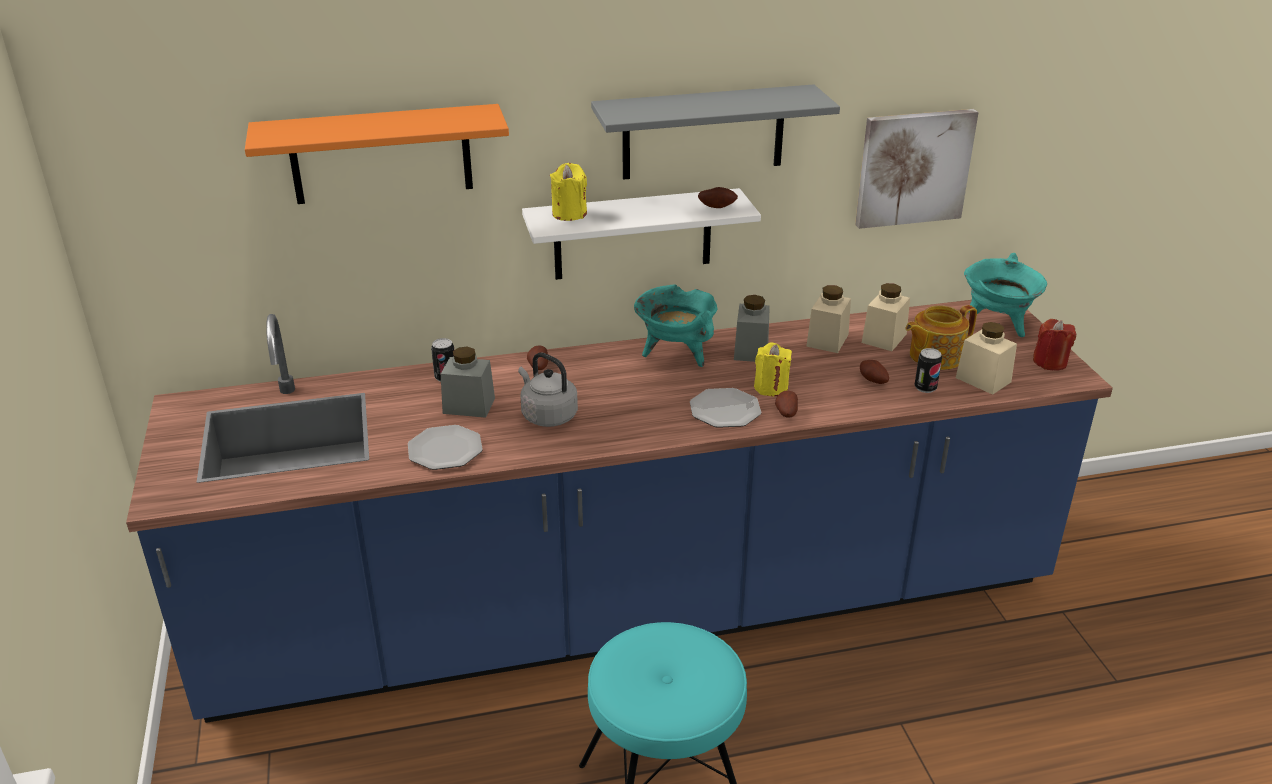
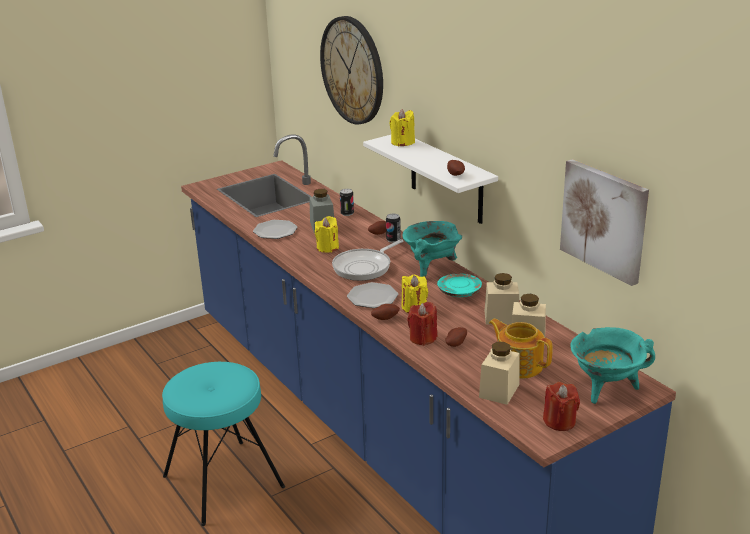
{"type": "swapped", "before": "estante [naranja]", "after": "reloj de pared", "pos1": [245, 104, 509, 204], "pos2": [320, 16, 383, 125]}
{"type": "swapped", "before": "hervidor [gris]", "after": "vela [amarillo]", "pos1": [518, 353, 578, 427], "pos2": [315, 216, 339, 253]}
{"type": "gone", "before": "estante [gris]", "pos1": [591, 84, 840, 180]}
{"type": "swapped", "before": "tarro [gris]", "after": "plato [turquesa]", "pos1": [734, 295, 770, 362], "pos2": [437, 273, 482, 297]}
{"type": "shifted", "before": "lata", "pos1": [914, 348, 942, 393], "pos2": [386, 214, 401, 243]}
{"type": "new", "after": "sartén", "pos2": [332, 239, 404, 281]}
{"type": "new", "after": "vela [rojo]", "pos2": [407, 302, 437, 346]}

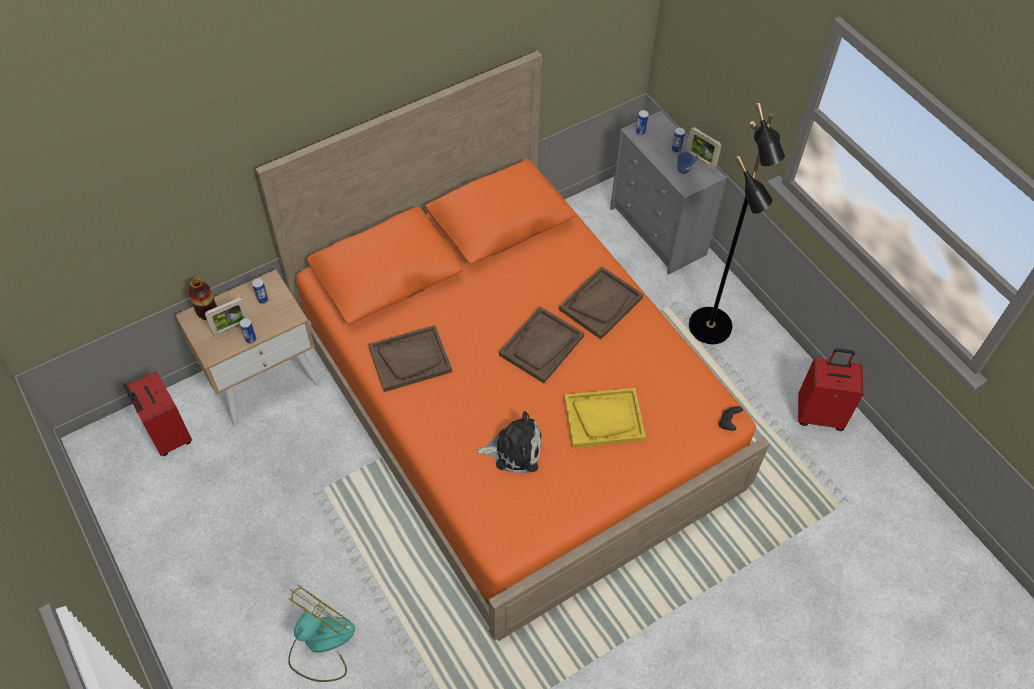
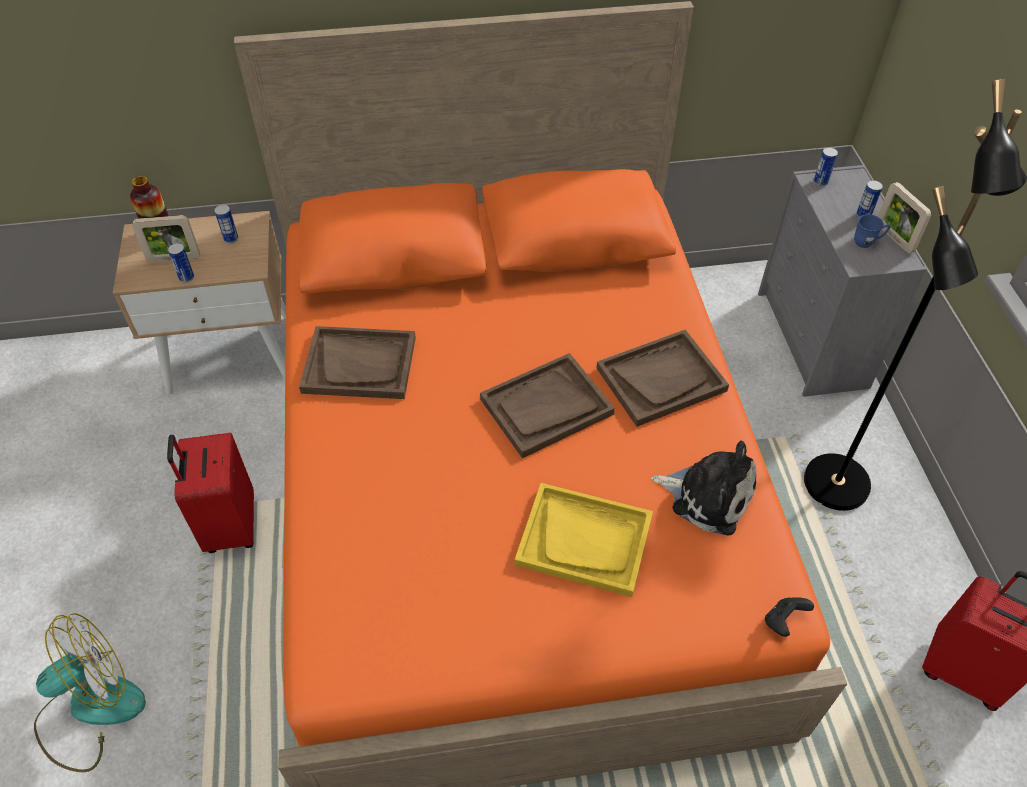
{"type": "shifted", "before": "maleta [rojo]", "pos1": [123, 371, 192, 456], "pos2": [167, 433, 254, 553]}
{"type": "shifted", "before": "peluche", "pos1": [476, 411, 542, 474], "pos2": [651, 440, 756, 536]}

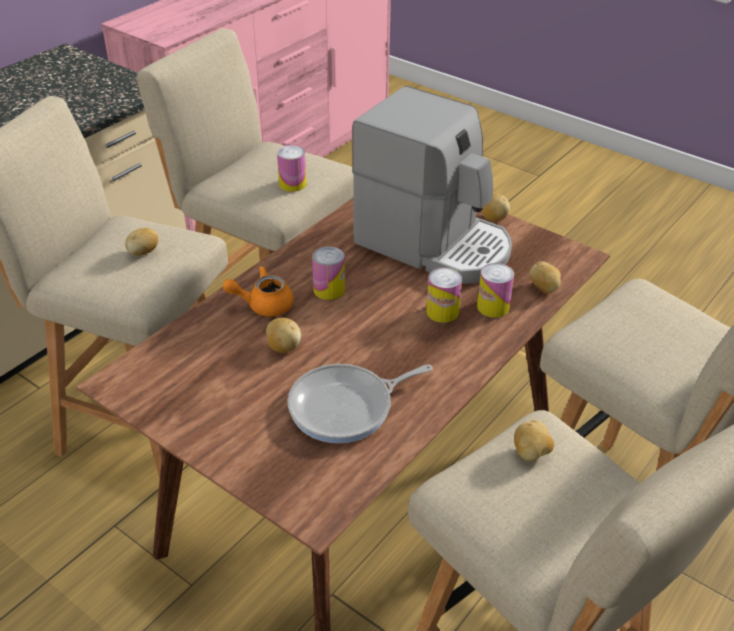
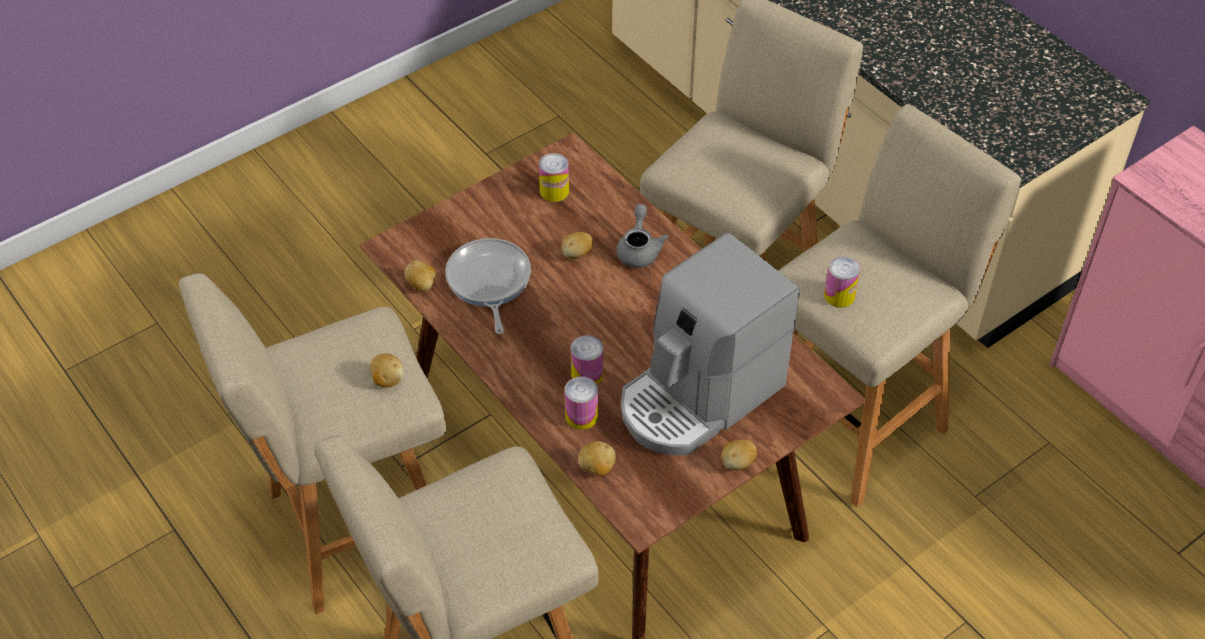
{"type": "shifted", "before": "patata", "pos1": [125, 228, 158, 256], "pos2": [405, 260, 436, 292]}
{"type": "repainted", "before": "tetera [naranja]", "after": "tetera [gris]", "pos1": [223, 266, 294, 316], "pos2": [617, 204, 669, 268]}
{"type": "shifted", "before": "lata", "pos1": [312, 246, 345, 300], "pos2": [539, 153, 569, 202]}

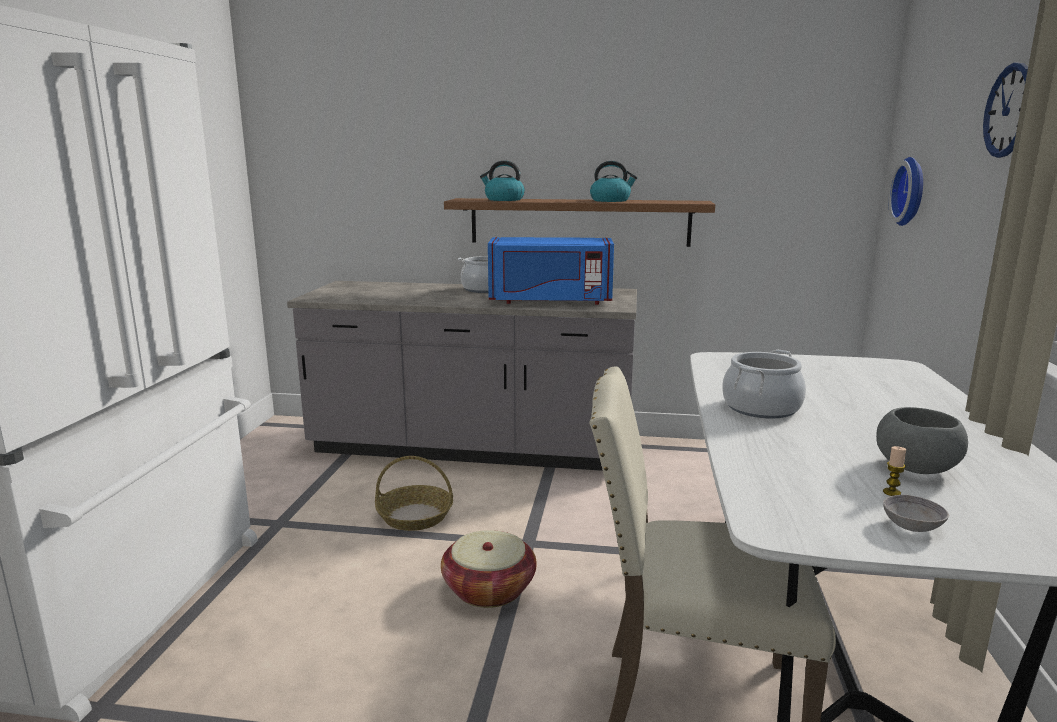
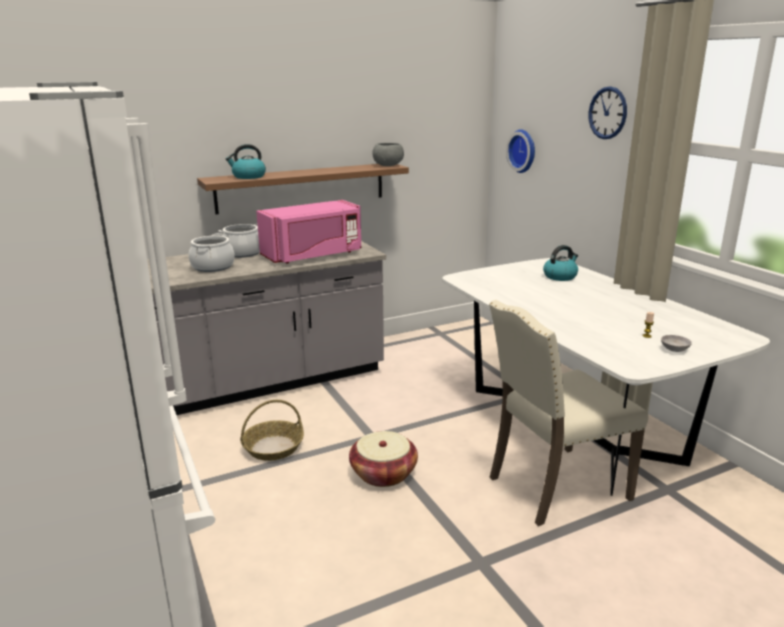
{"type": "repainted", "before": "microondas [azul]", "after": "microondas [rosa]", "pos1": [488, 237, 614, 305], "pos2": [256, 200, 362, 263]}
{"type": "shifted", "before": "hervidor", "pos1": [590, 161, 638, 202], "pos2": [543, 245, 578, 281]}
{"type": "shifted", "before": "olla", "pos1": [722, 350, 806, 419], "pos2": [189, 233, 235, 272]}
{"type": "shifted", "before": "cuenco [gris]", "pos1": [876, 407, 968, 474], "pos2": [372, 143, 404, 166]}

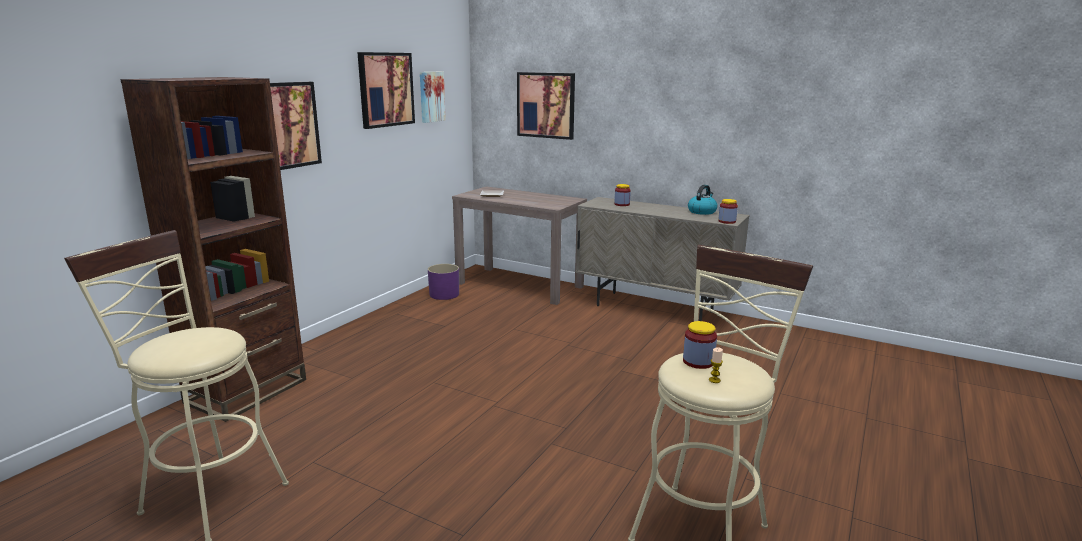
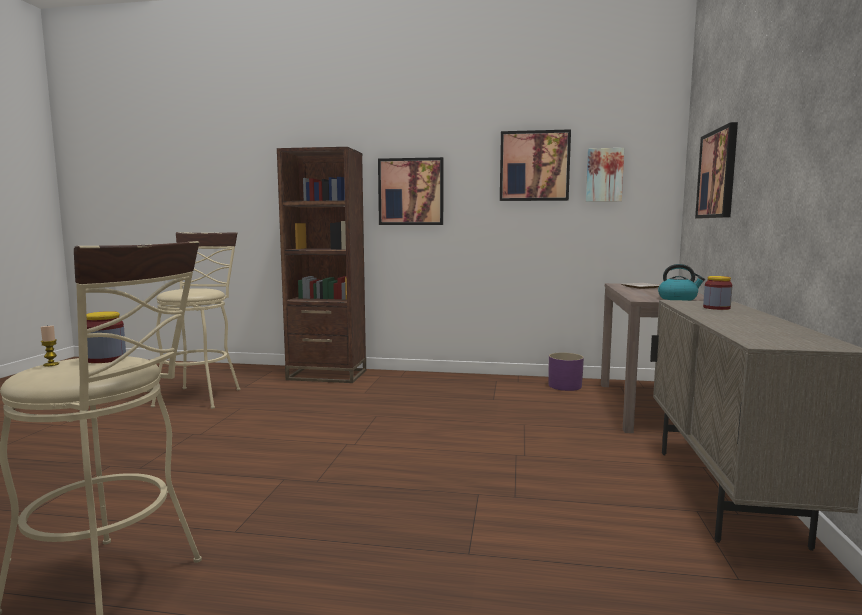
{"type": "shifted", "before": "hervidor", "pos1": [688, 185, 718, 215], "pos2": [658, 264, 705, 301]}
{"type": "gone", "before": "tarro", "pos1": [718, 199, 738, 224]}

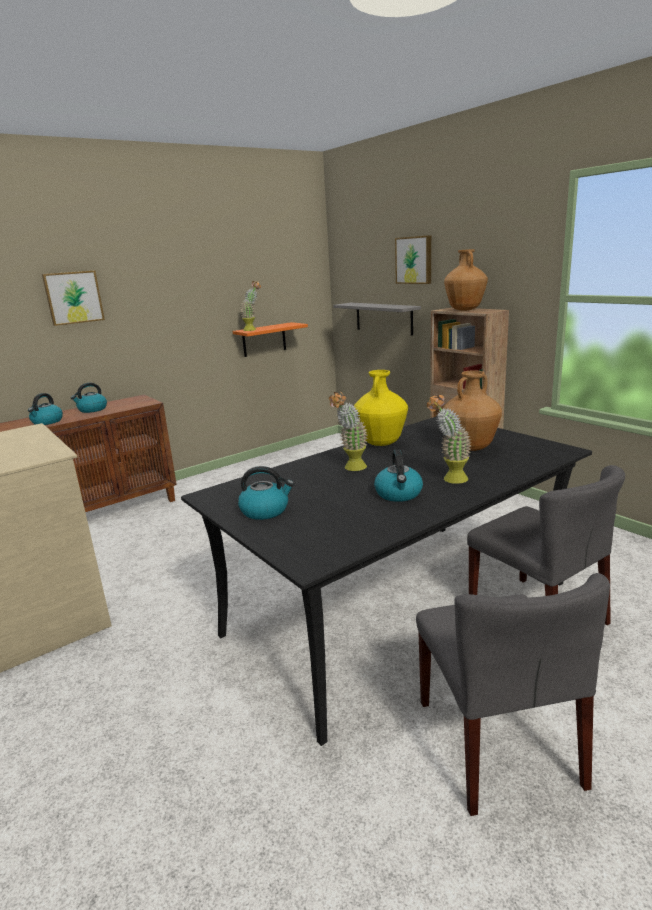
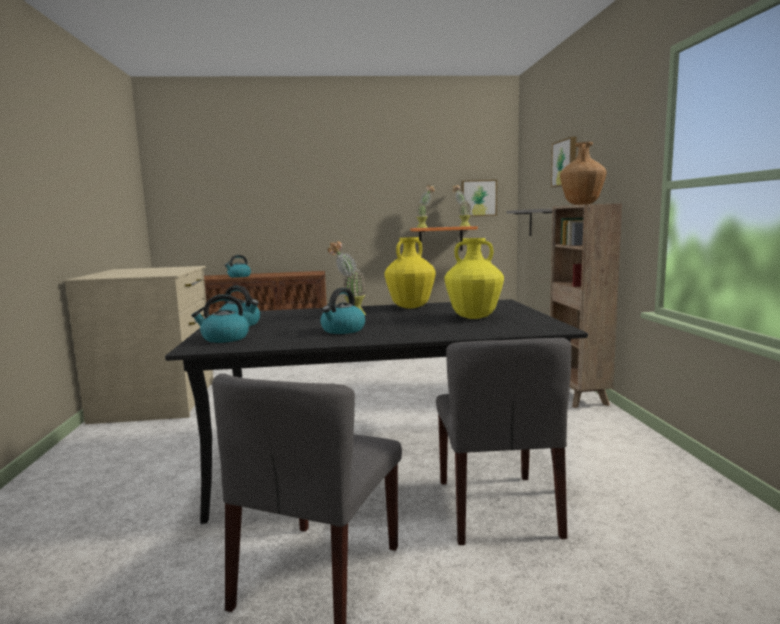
{"type": "shifted", "before": "cuadro", "pos1": [42, 271, 105, 326], "pos2": [461, 180, 497, 216]}
{"type": "shifted", "before": "hervidor", "pos1": [71, 383, 107, 413], "pos2": [191, 294, 249, 343]}
{"type": "shifted", "before": "planta en maceta", "pos1": [427, 395, 471, 484], "pos2": [452, 185, 471, 227]}
{"type": "repainted", "before": "florero [marrón]", "after": "florero [amarillo]", "pos1": [443, 370, 502, 451], "pos2": [445, 238, 504, 319]}

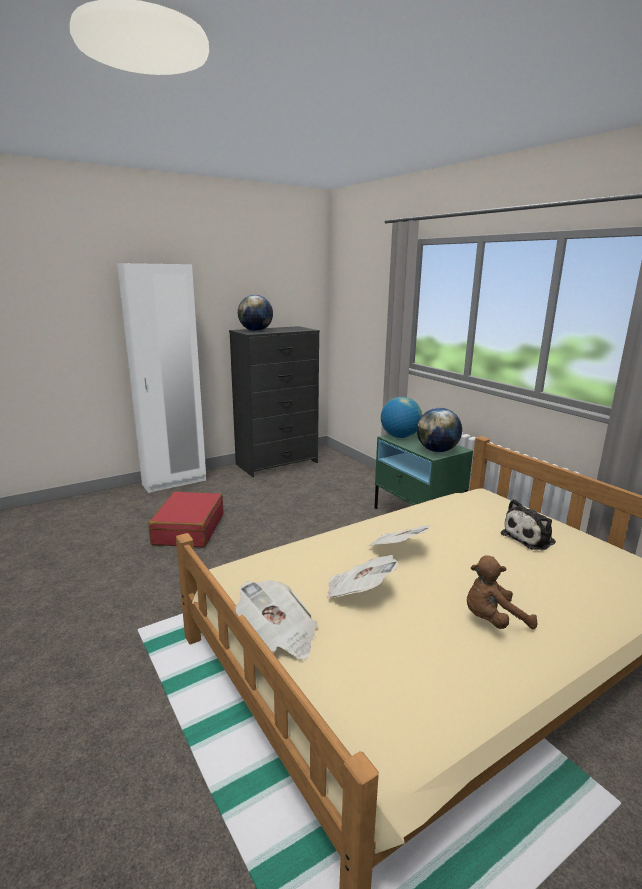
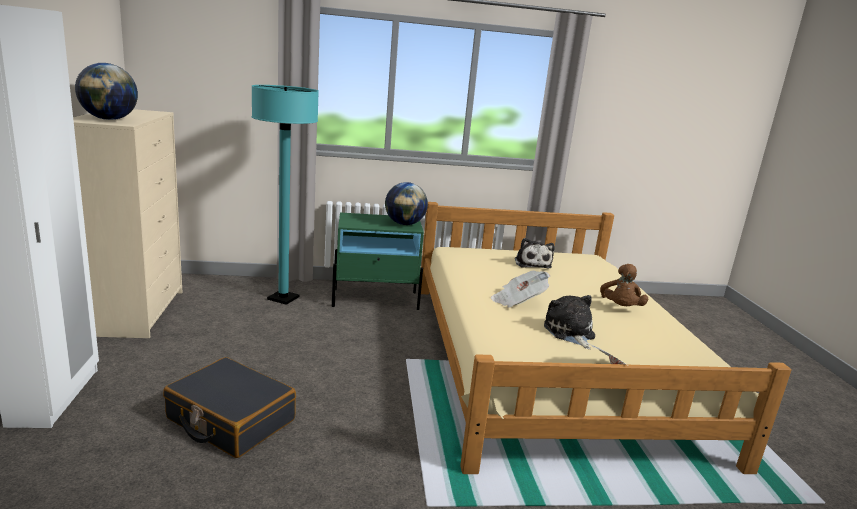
{"type": "repainted", "before": "maleta [rojo]", "after": "maleta [negro]", "pos1": [149, 492, 223, 547], "pos2": [163, 357, 296, 458]}
{"type": "repainted", "before": "cómoda [negro]", "after": "cómoda [beis]", "pos1": [229, 326, 320, 477], "pos2": [73, 109, 182, 338]}
{"type": "swapped", "before": "periódico", "after": "peluche", "pos1": [327, 555, 398, 598], "pos2": [544, 295, 595, 349]}
{"type": "gone", "before": "globo terráqueo", "pos1": [381, 397, 422, 438]}
{"type": "new", "after": "lámpara de pie [turquesa]", "pos2": [252, 85, 319, 305]}

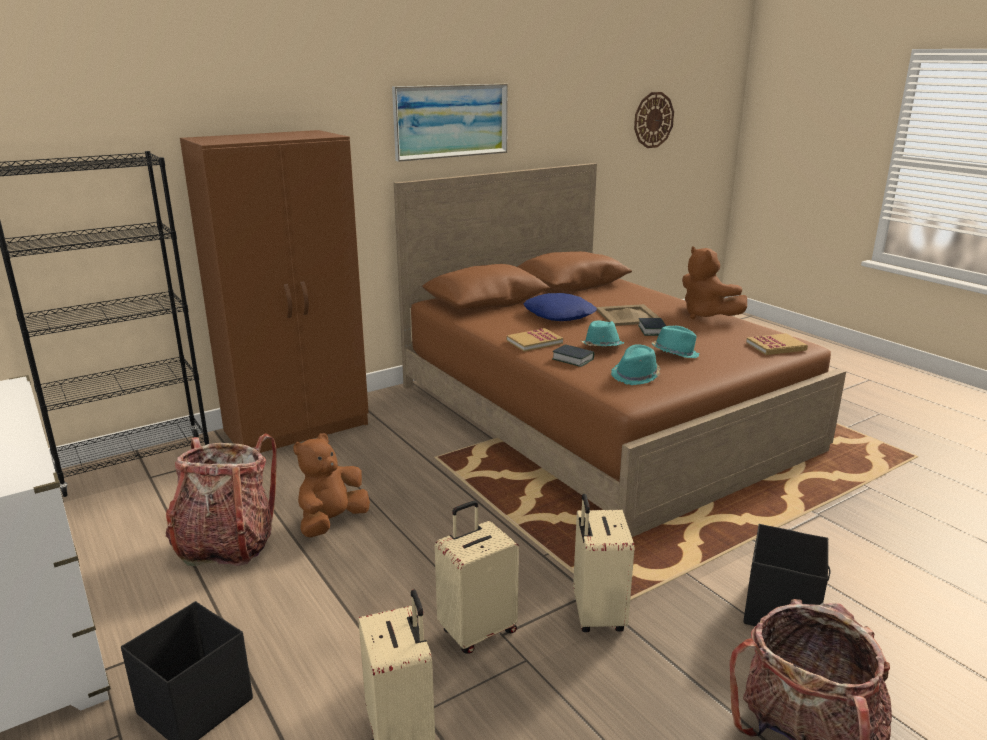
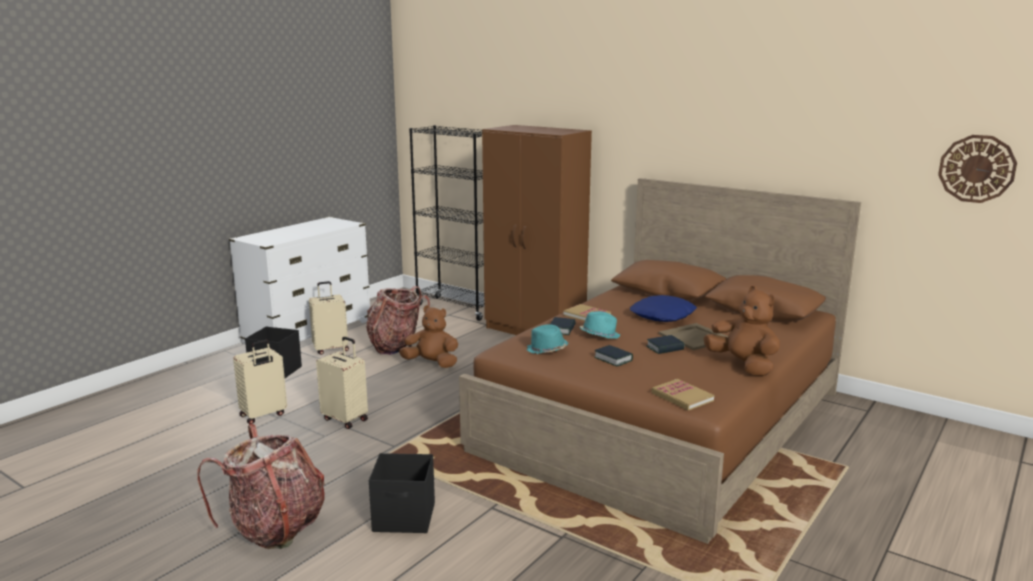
{"type": "gone", "before": "cuadro", "pos1": [392, 84, 508, 162]}
{"type": "shifted", "before": "maleta [beis]", "pos1": [573, 494, 634, 632], "pos2": [309, 281, 349, 355]}
{"type": "swapped", "before": "sombrero [turquesa]", "after": "libro", "pos1": [652, 326, 699, 358], "pos2": [594, 345, 633, 366]}
{"type": "rotated", "before": "peluche [marrón]", "pos1": [682, 246, 747, 319], "pos2": [704, 286, 780, 376], "turn": 105}

